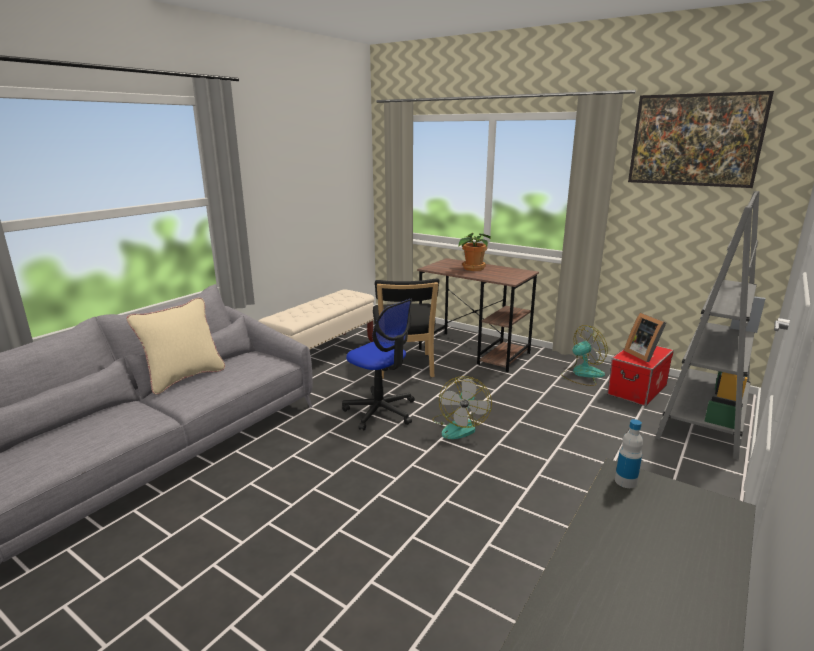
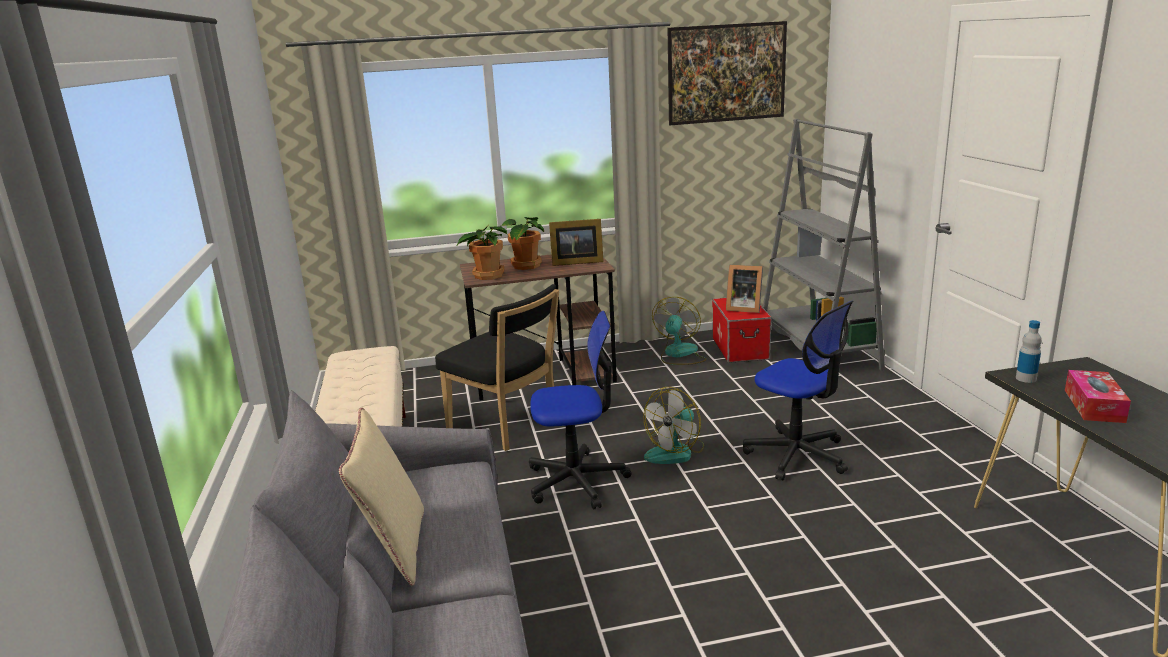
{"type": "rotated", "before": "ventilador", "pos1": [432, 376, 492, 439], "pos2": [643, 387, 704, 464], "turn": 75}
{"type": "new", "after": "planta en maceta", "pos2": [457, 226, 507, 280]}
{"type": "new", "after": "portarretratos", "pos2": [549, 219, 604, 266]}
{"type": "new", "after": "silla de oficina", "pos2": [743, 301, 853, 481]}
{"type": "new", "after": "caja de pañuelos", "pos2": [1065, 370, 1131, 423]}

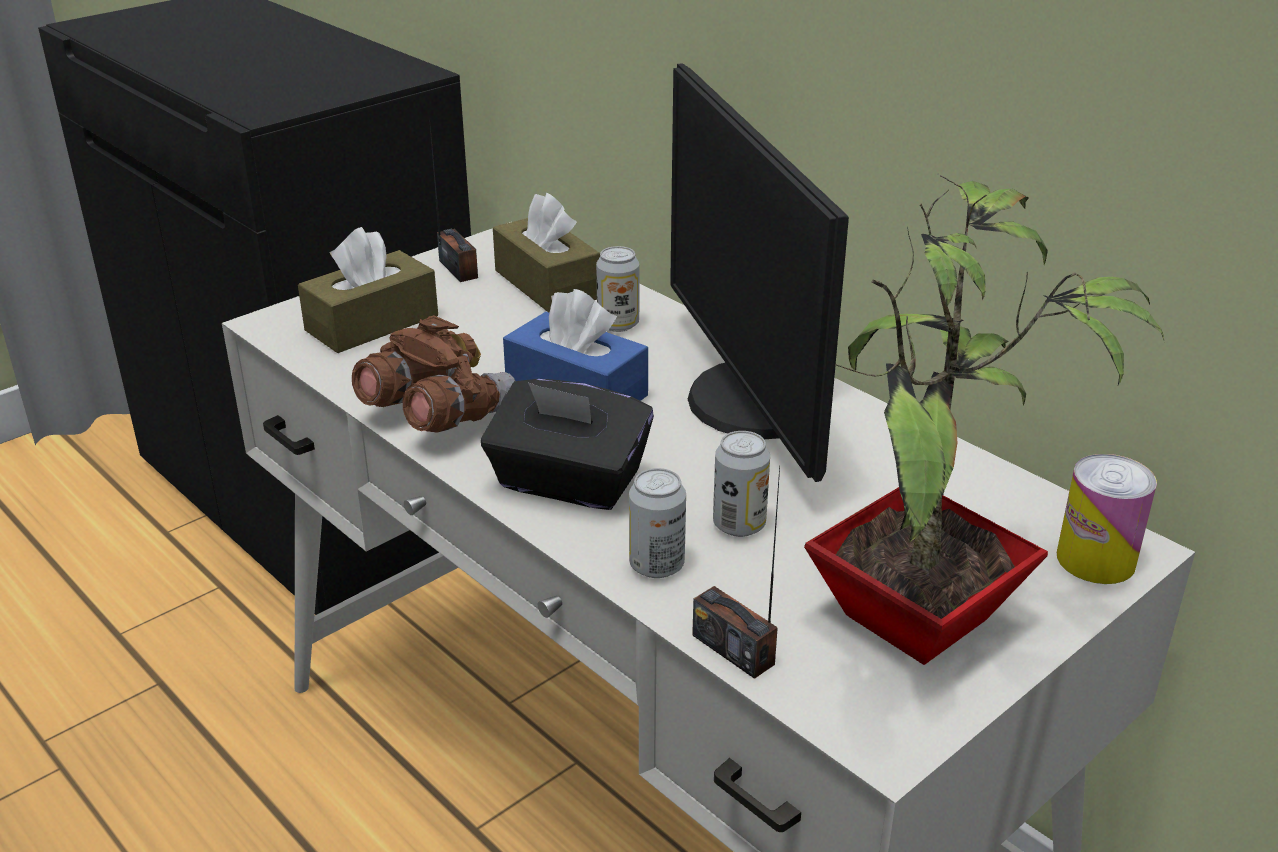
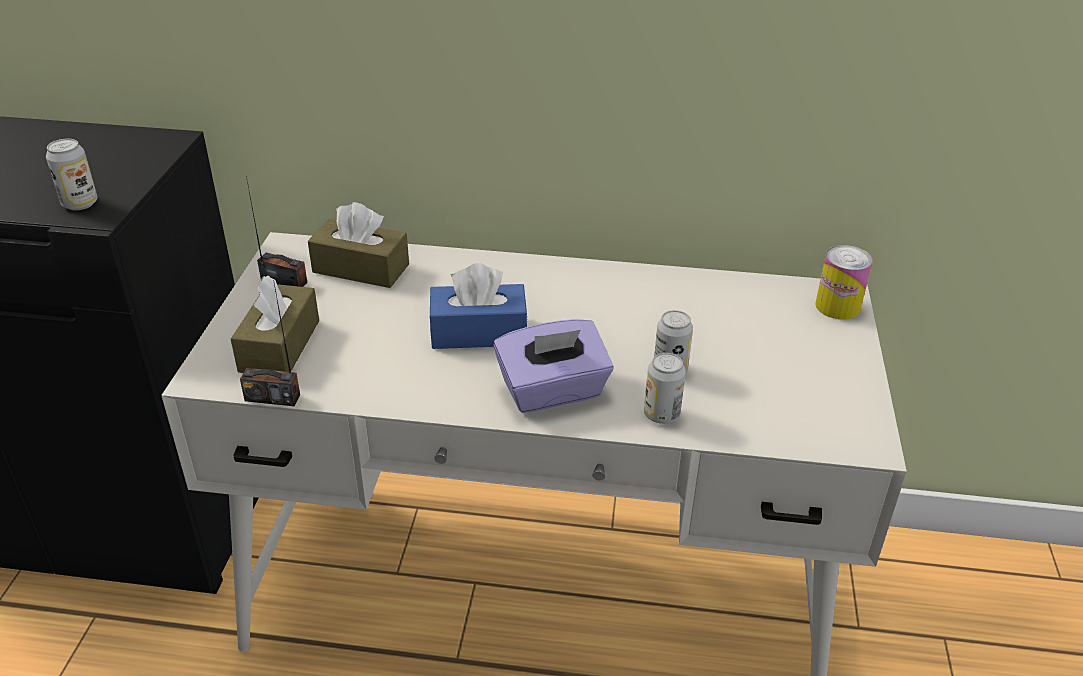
{"type": "gone", "before": "prismáticos [marrón]", "pos1": [352, 315, 515, 432]}
{"type": "repainted", "before": "caja de pañuelos [negro]", "after": "caja de pañuelos [morado]", "pos1": [481, 379, 654, 510], "pos2": [493, 319, 614, 413]}
{"type": "shifted", "before": "lata", "pos1": [596, 246, 639, 332], "pos2": [46, 139, 98, 210]}
{"type": "gone", "before": "monitor", "pos1": [670, 63, 849, 482]}
{"type": "shifted", "before": "radio", "pos1": [692, 466, 780, 679], "pos2": [240, 284, 300, 406]}
{"type": "gone", "before": "planta en maceta", "pos1": [804, 173, 1164, 665]}

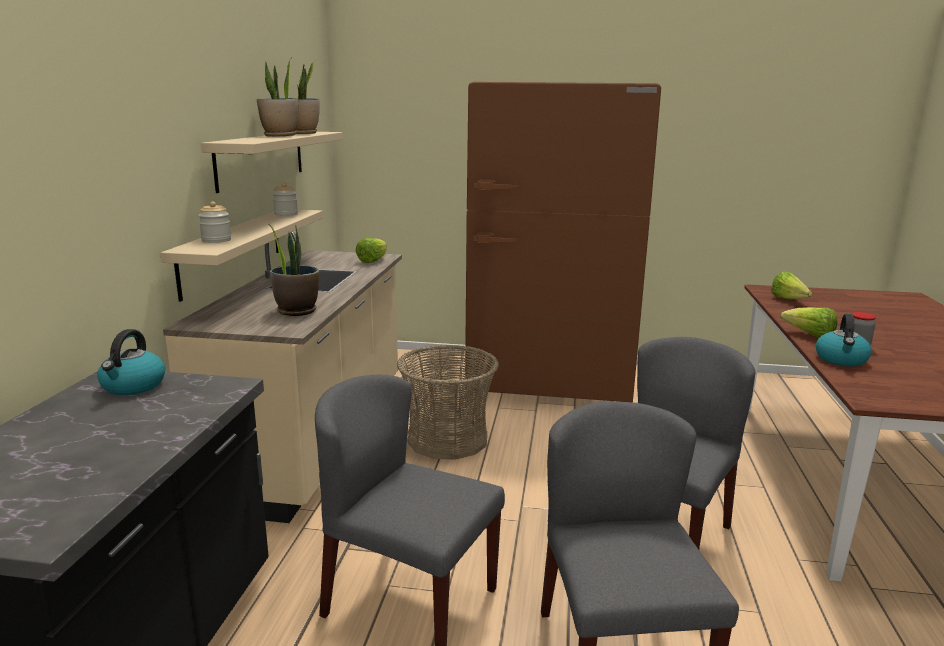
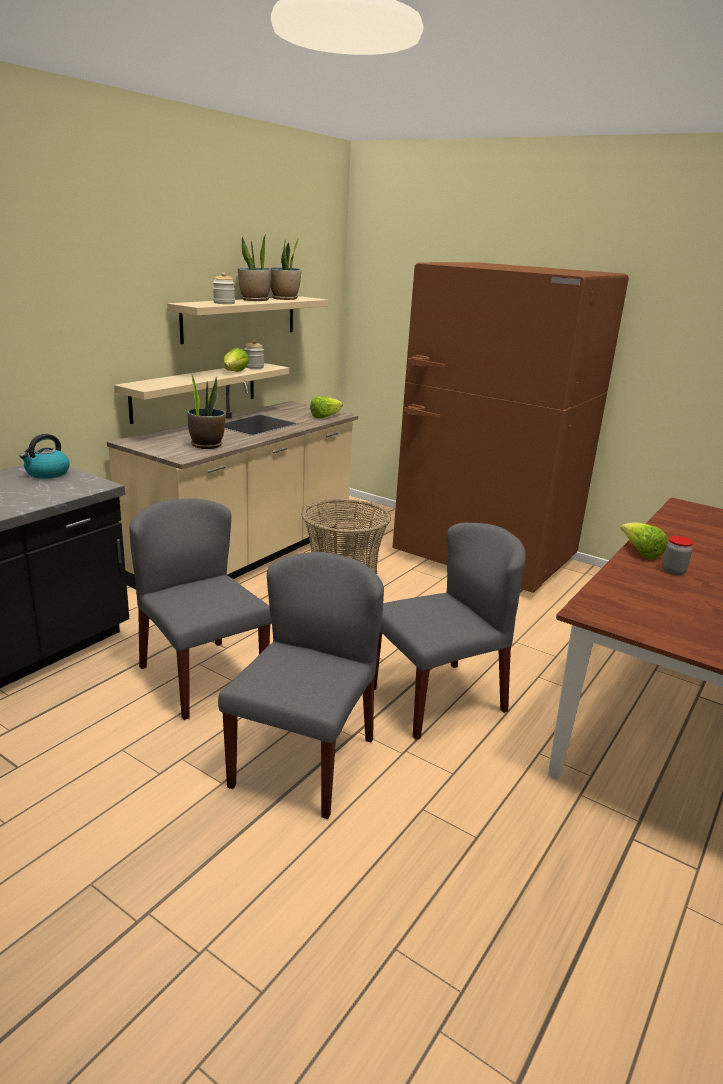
{"type": "shifted", "before": "tarro", "pos1": [198, 201, 231, 243], "pos2": [213, 272, 235, 304]}
{"type": "shifted", "before": "lechuga", "pos1": [771, 272, 813, 299], "pos2": [223, 348, 249, 372]}
{"type": "gone", "before": "hervidor", "pos1": [816, 314, 871, 367]}

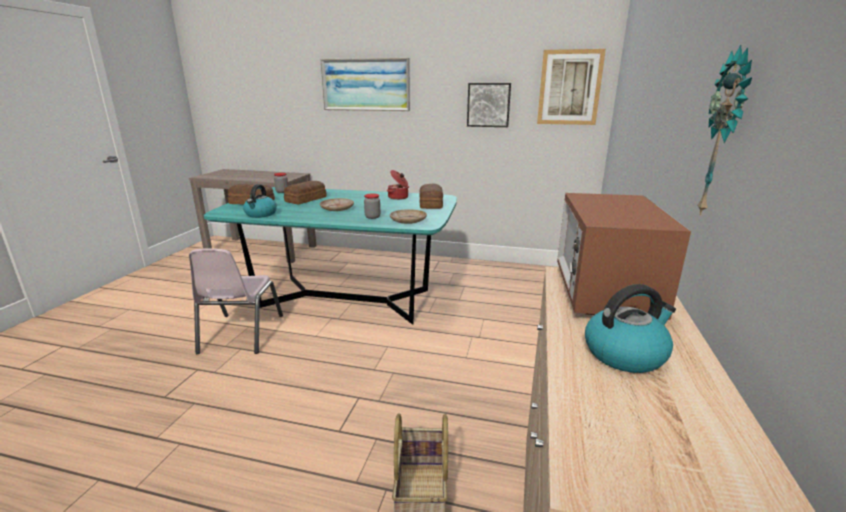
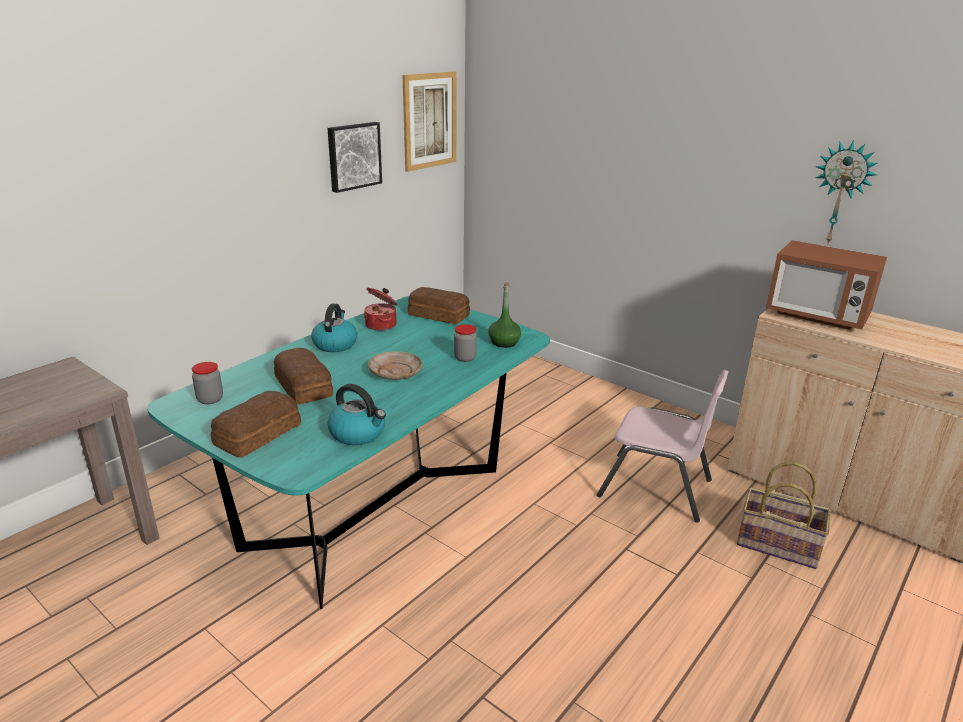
{"type": "shifted", "before": "silla [rosa]", "pos1": [189, 248, 283, 354], "pos2": [597, 370, 728, 523]}
{"type": "gone", "before": "cuadro", "pos1": [320, 58, 410, 111]}
{"type": "swapped", "before": "plato [beis]", "after": "botella [verde]", "pos1": [390, 209, 427, 224], "pos2": [488, 283, 521, 348]}
{"type": "shifted", "before": "hervidor", "pos1": [585, 284, 676, 373], "pos2": [311, 303, 357, 352]}

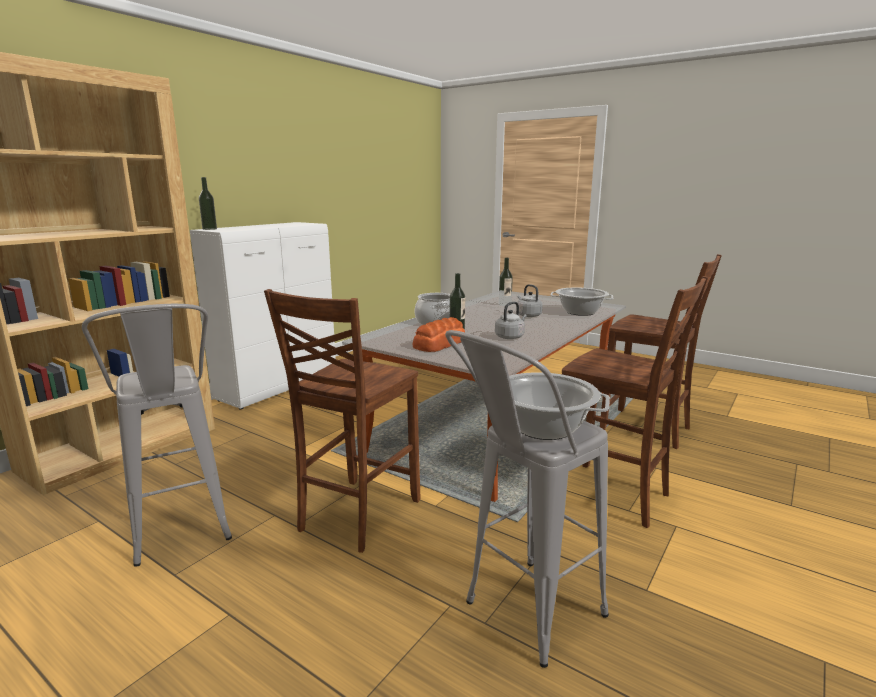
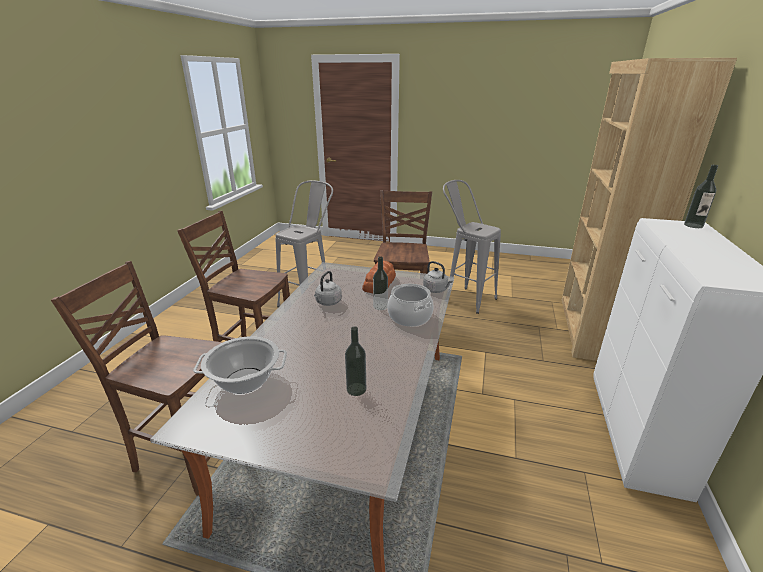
{"type": "gone", "before": "olla", "pos1": [509, 372, 610, 440]}
{"type": "shifted", "before": "hervidor [gris]", "pos1": [517, 284, 543, 317], "pos2": [423, 261, 453, 293]}

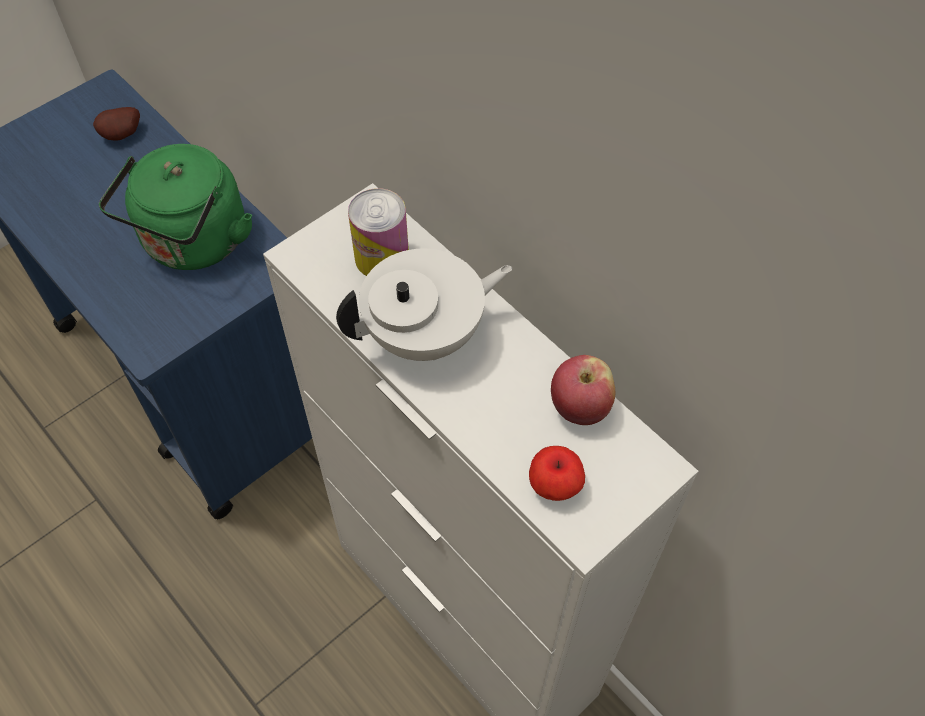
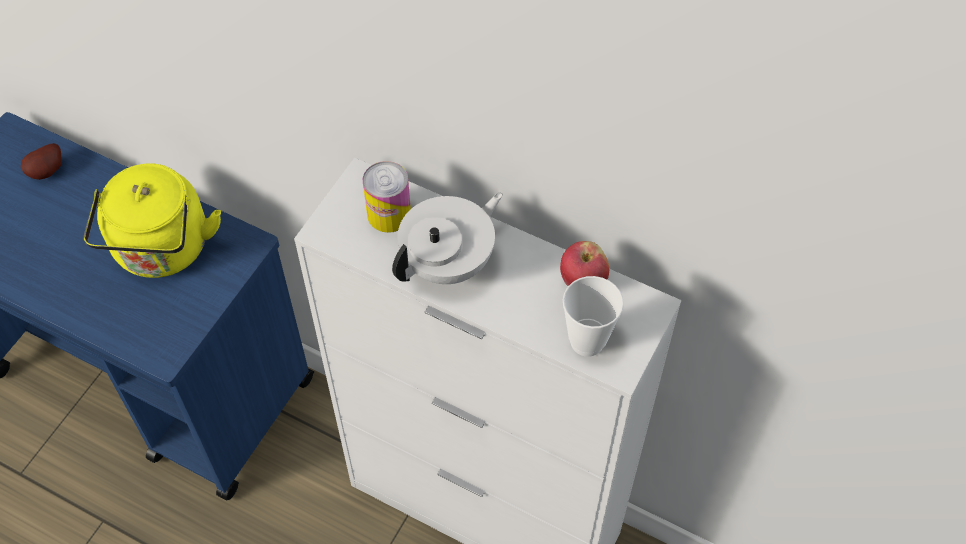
{"type": "repainted", "before": "hervidor [verde]", "after": "hervidor [amarillo]", "pos1": [99, 144, 252, 270], "pos2": [83, 163, 221, 278]}
{"type": "swapped", "before": "manzana", "after": "taza", "pos1": [529, 446, 585, 501], "pos2": [563, 276, 624, 357]}

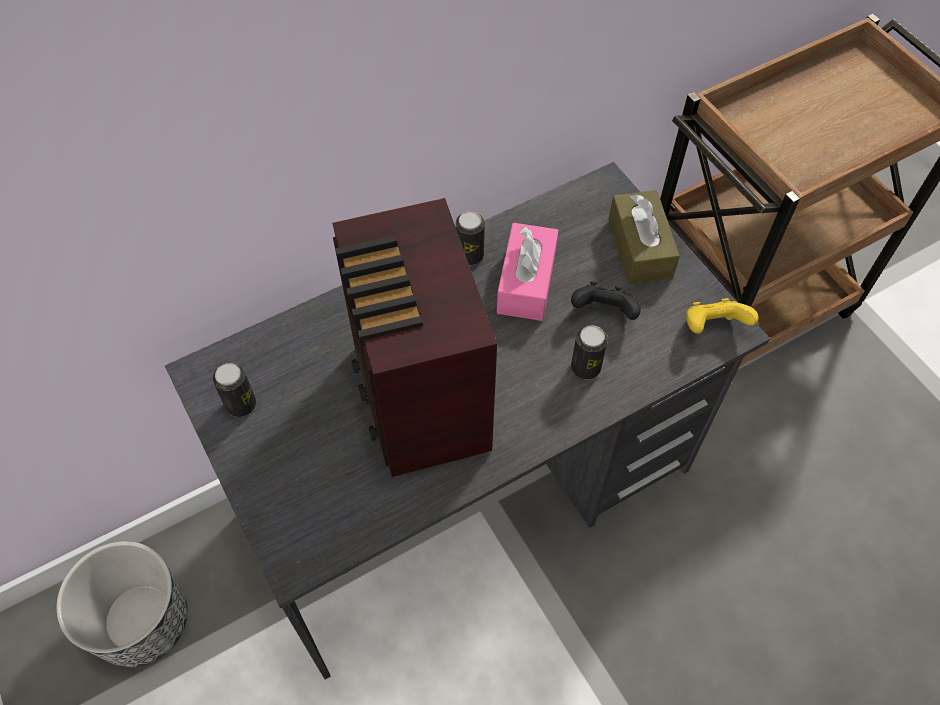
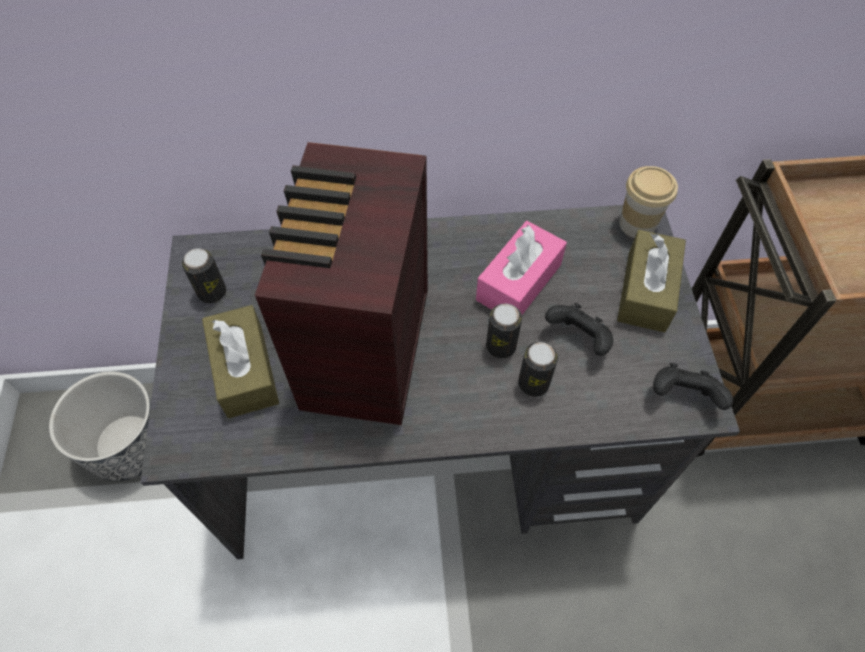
{"type": "shifted", "before": "lata", "pos1": [456, 211, 485, 265], "pos2": [486, 303, 522, 359]}
{"type": "repainted", "before": "mando de consola [amarillo]", "after": "mando de consola [negro]", "pos1": [686, 298, 758, 334], "pos2": [653, 363, 733, 410]}
{"type": "new", "after": "caja de pañuelos [marrón]", "pos2": [202, 305, 279, 418]}
{"type": "new", "after": "taza", "pos2": [620, 166, 678, 238]}

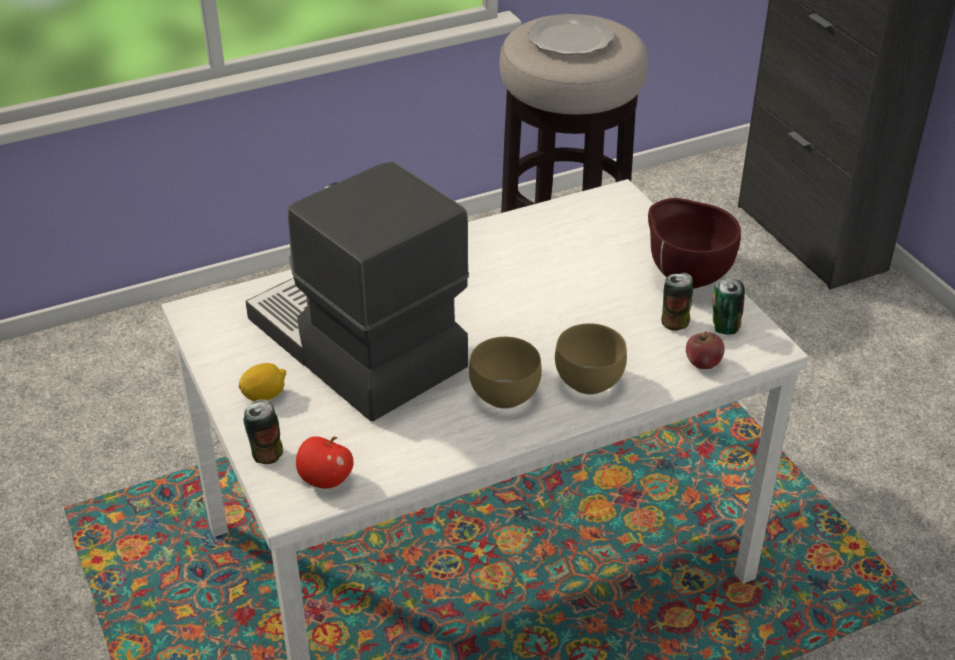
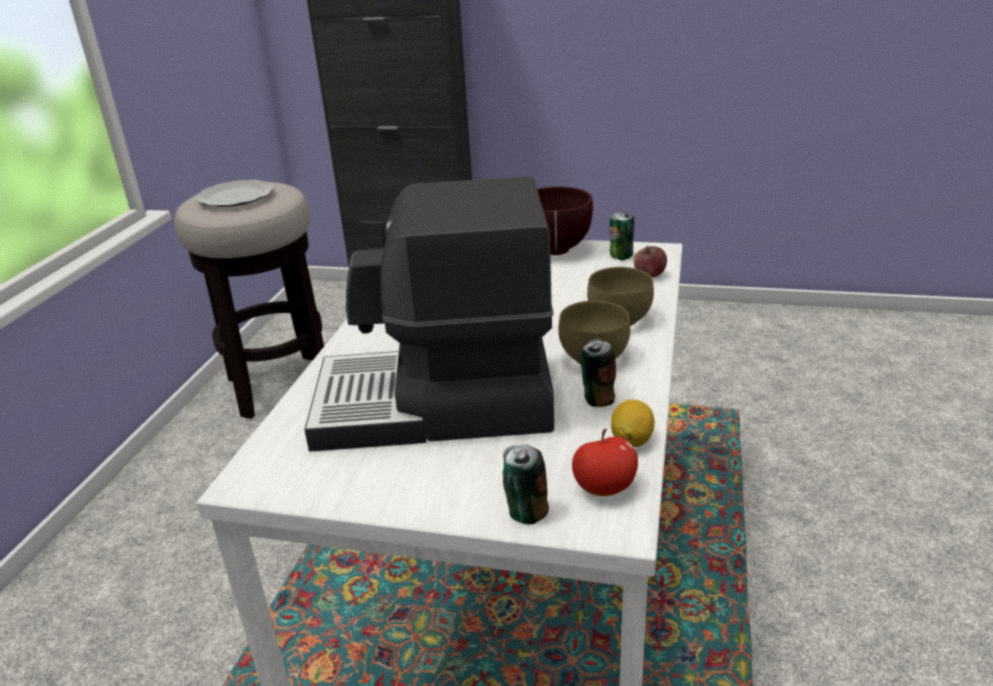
{"type": "shifted", "before": "limón", "pos1": [239, 363, 286, 401], "pos2": [611, 400, 655, 447]}
{"type": "shifted", "before": "lata", "pos1": [662, 273, 693, 331], "pos2": [580, 339, 616, 407]}

